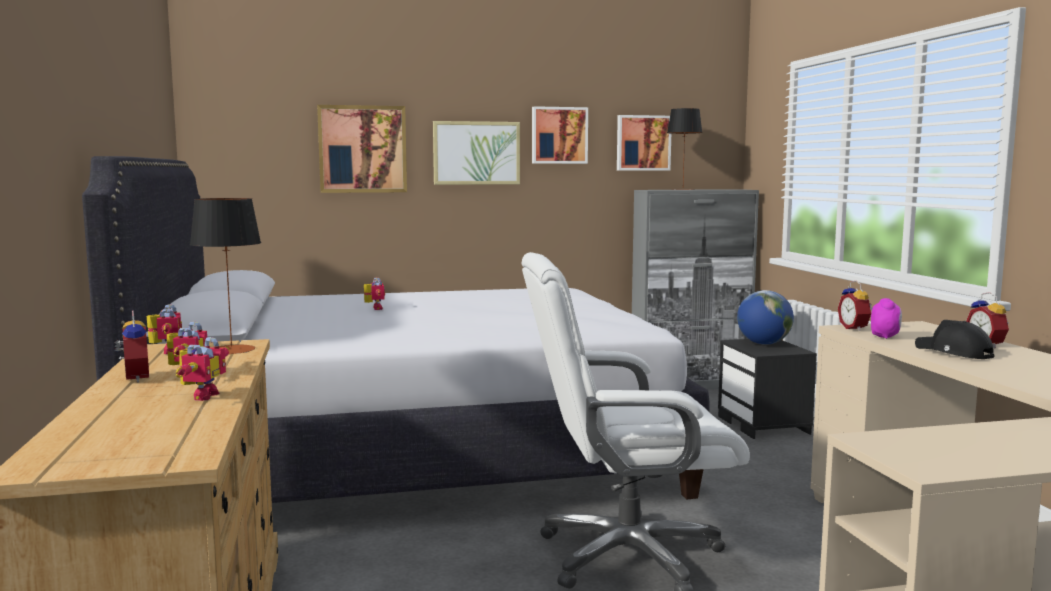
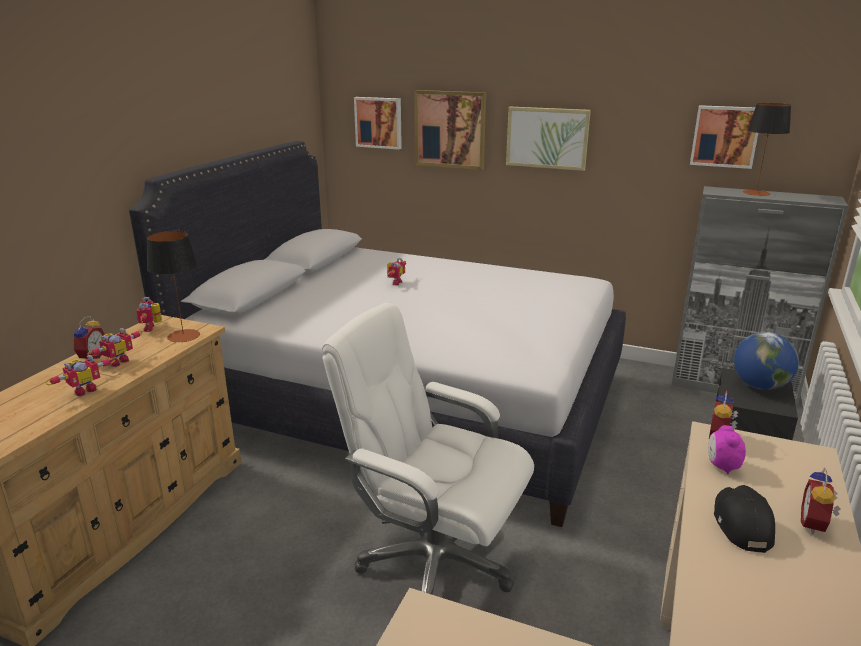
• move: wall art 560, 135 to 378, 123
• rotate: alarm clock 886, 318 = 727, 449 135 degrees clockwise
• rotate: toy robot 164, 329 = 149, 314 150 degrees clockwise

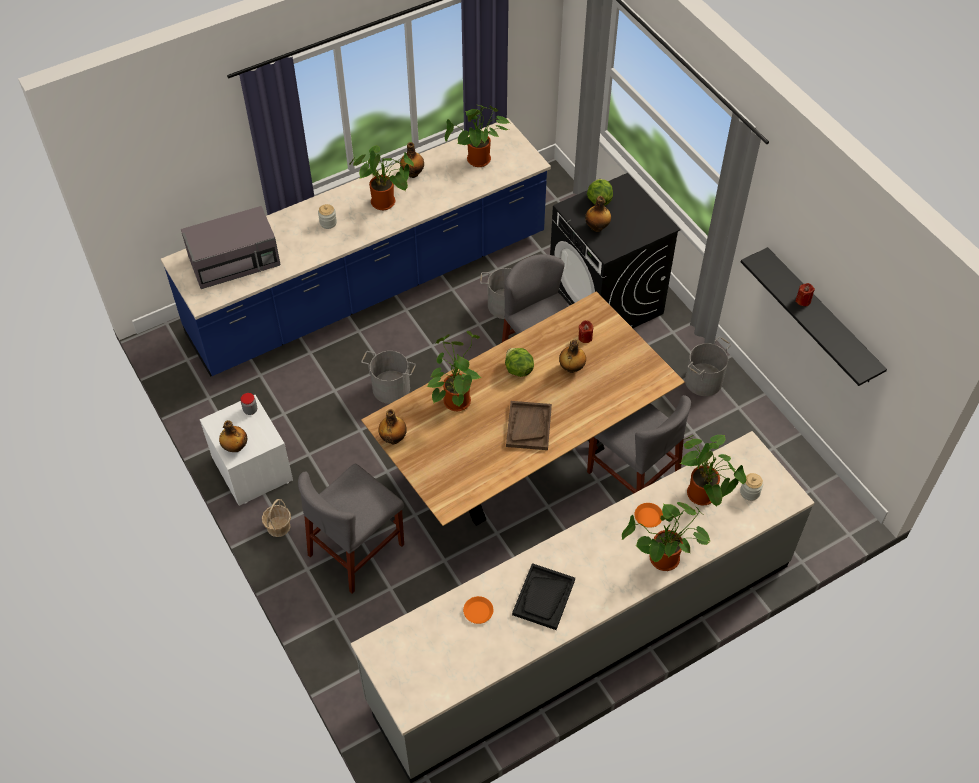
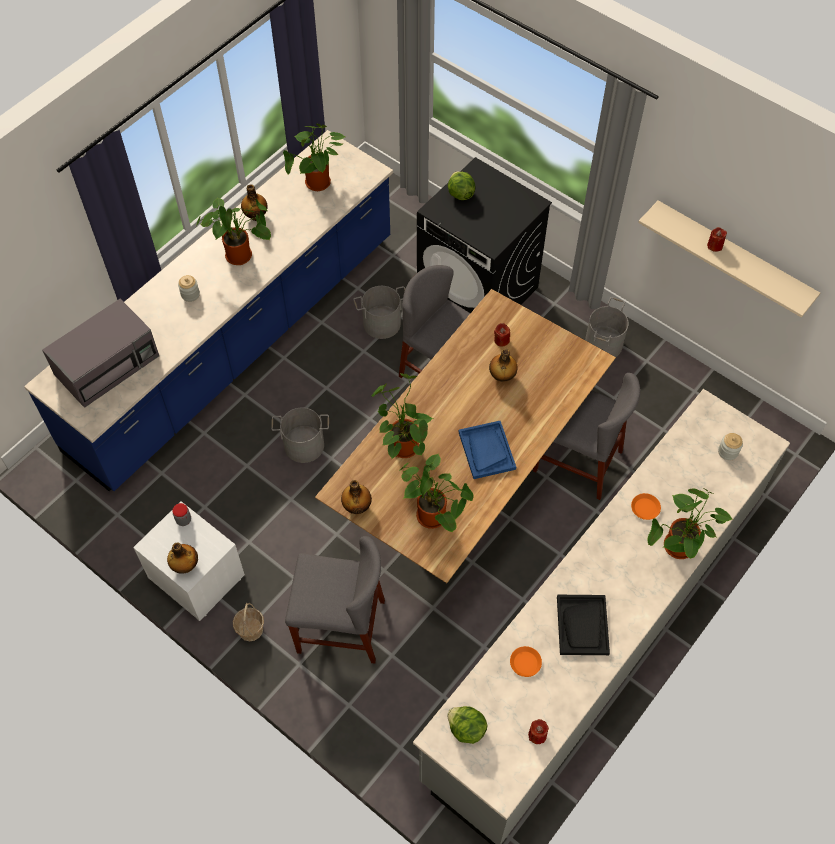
• delete: drink bottle 598, 214
• recolor: bracket shelf/black-coloured 814, 316 to bracket shelf/beige 729, 258
• move: head of lettuce 519, 362 to 467, 725
• recolor: tray/brown-coloured 529, 425 to tray/blue 487, 450
• move: houseplant 713, 470 to 436, 492
• rotate: chair/greyish 351, 528 = 335, 600 105 degrees counterclockwise
• insert: candle/red 538, 731

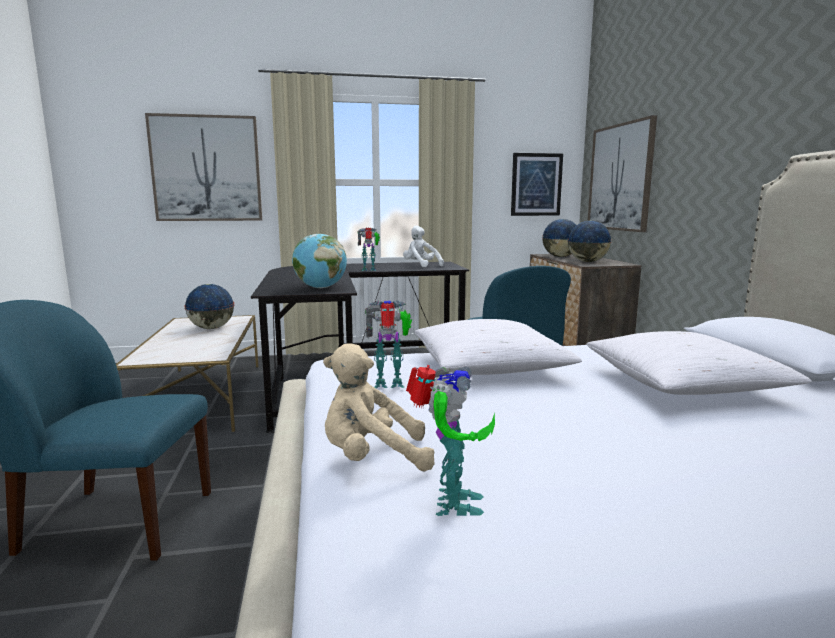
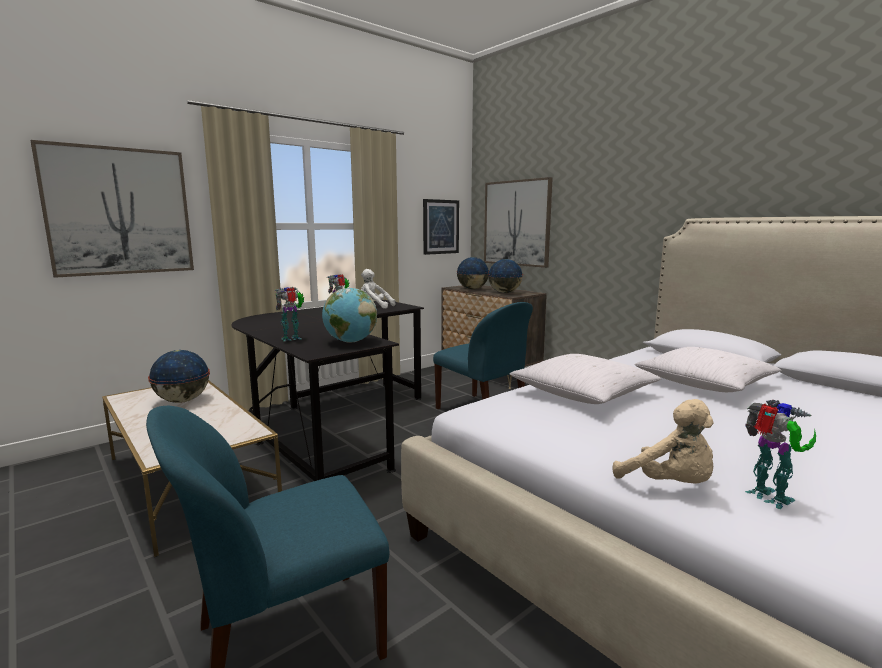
• move: toy robot 388, 344 to 289, 314
• rotate: soft toy/beige 379, 407 = 663, 441 90 degrees counterclockwise

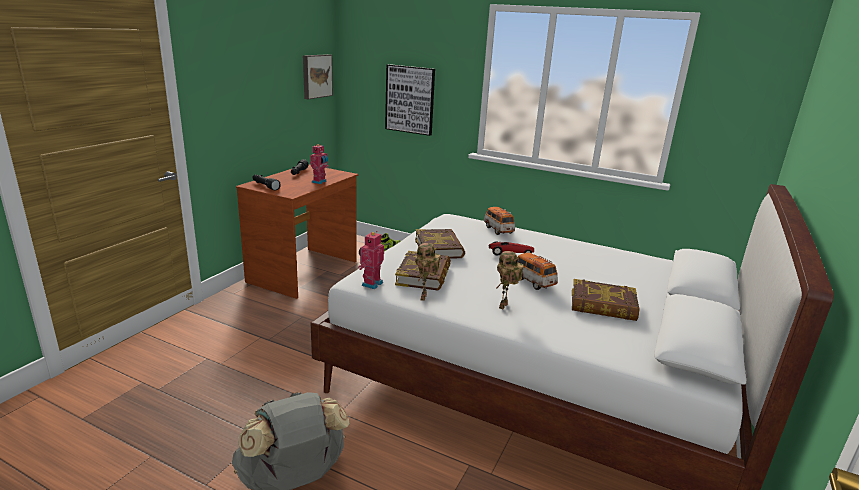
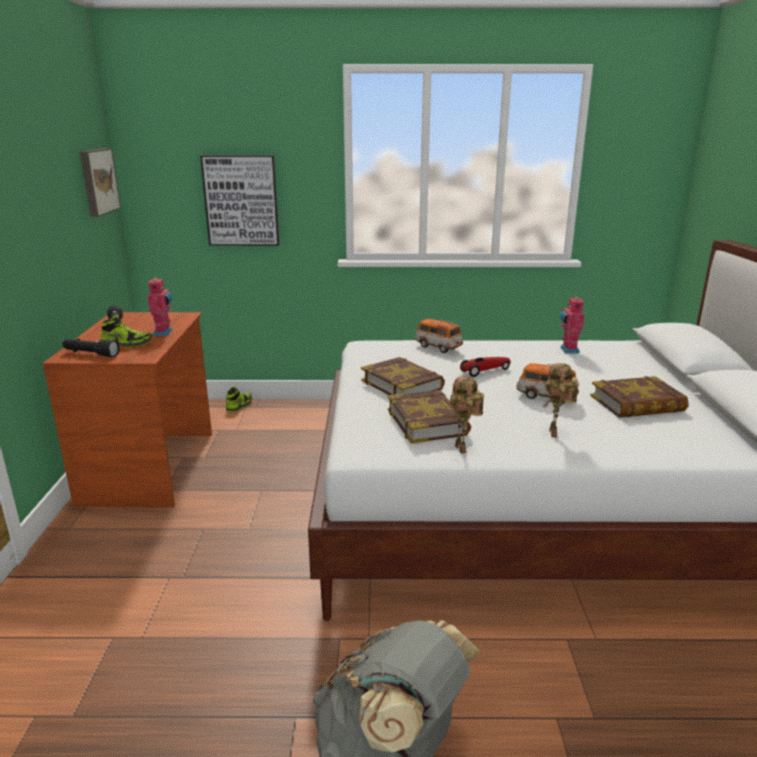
• move: toy robot 371, 260 to 572, 324
• insert: item of footwear 126, 331

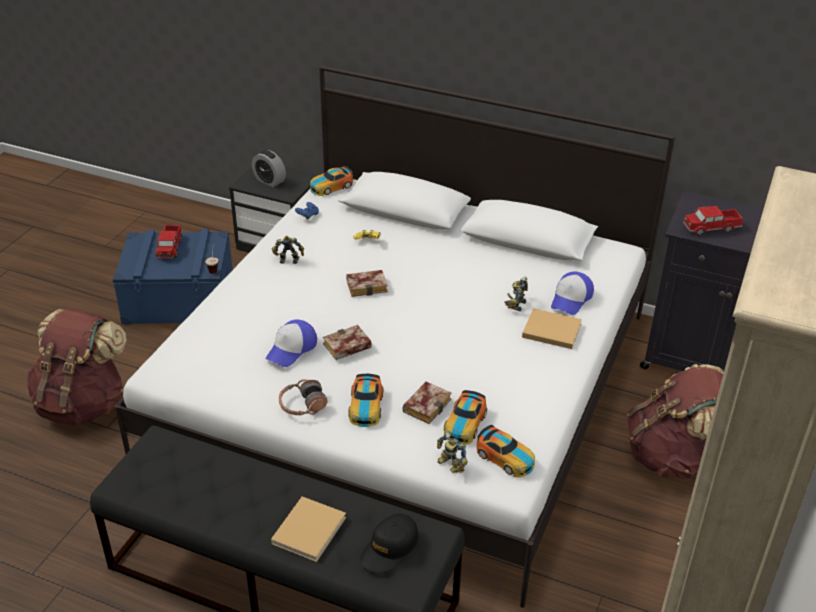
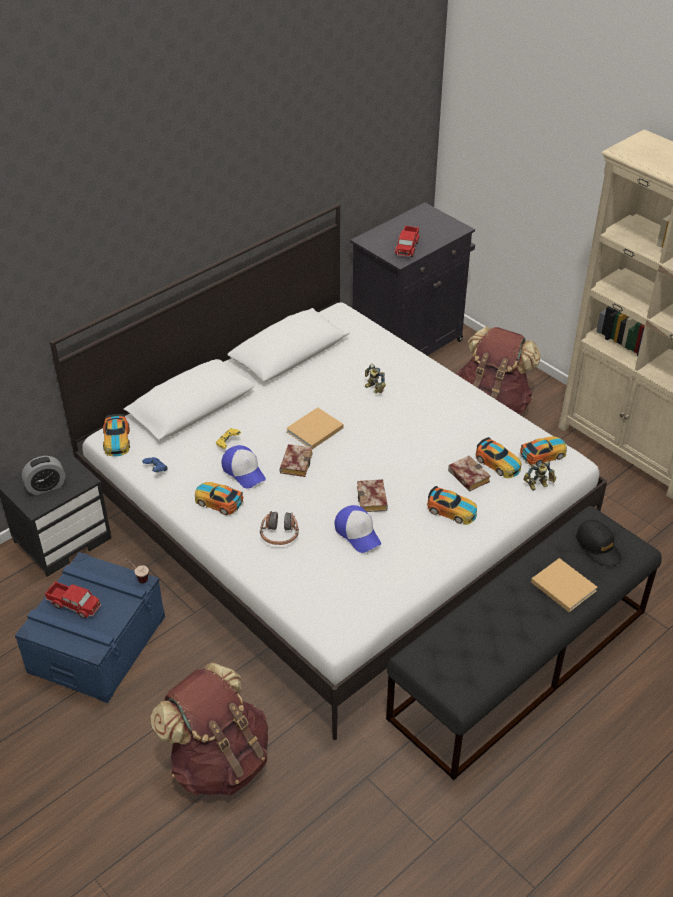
• replace: toy robot 288, 250 to model car 219, 498
• move: peaked cap 572, 293 to 243, 467
• move: bound book/beige 552, 328 to 315, 428
• move: pair of headphones 303, 397 to 279, 528

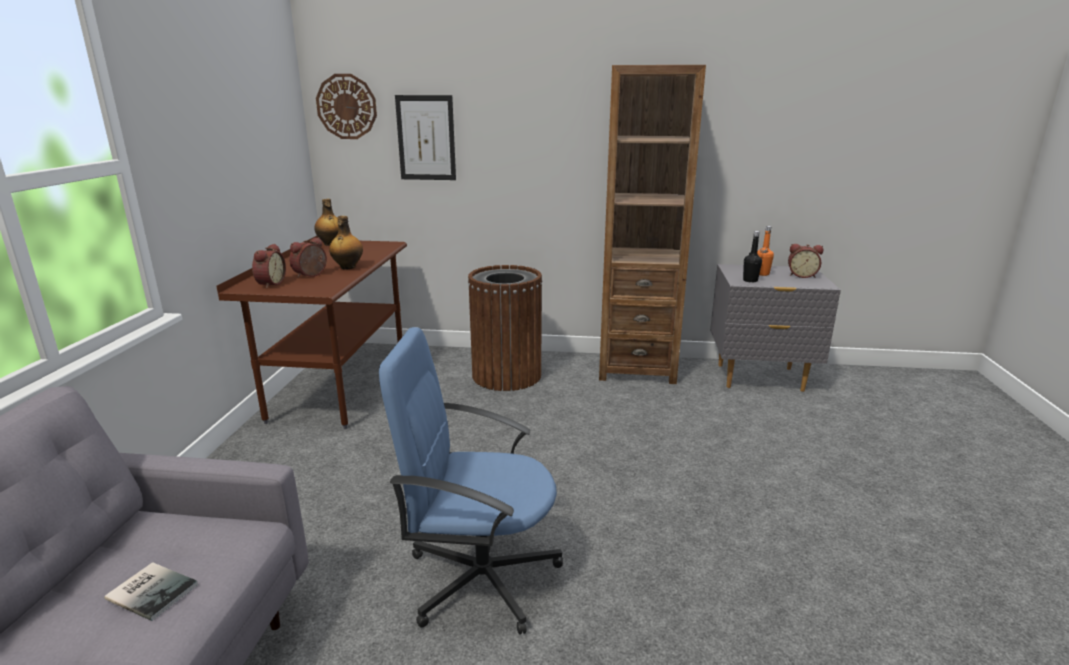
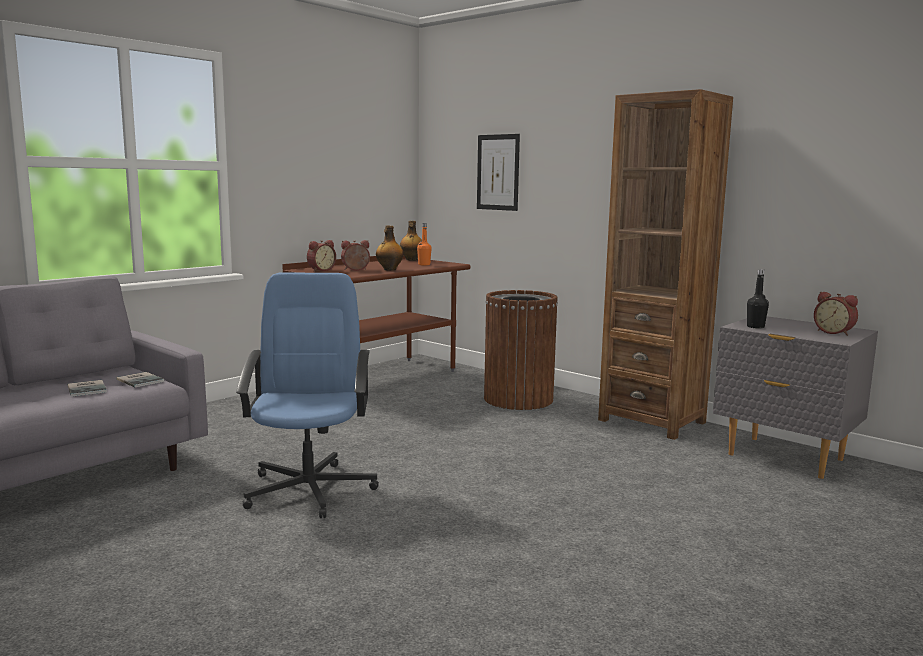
• delete: wall clock 346, 106
• move: drink bottle/orange-coloured 765, 251 to 424, 244
• rotate: desk chair/blue 471, 481 = 307, 395 45 degrees clockwise
• insert: bound book 140, 379

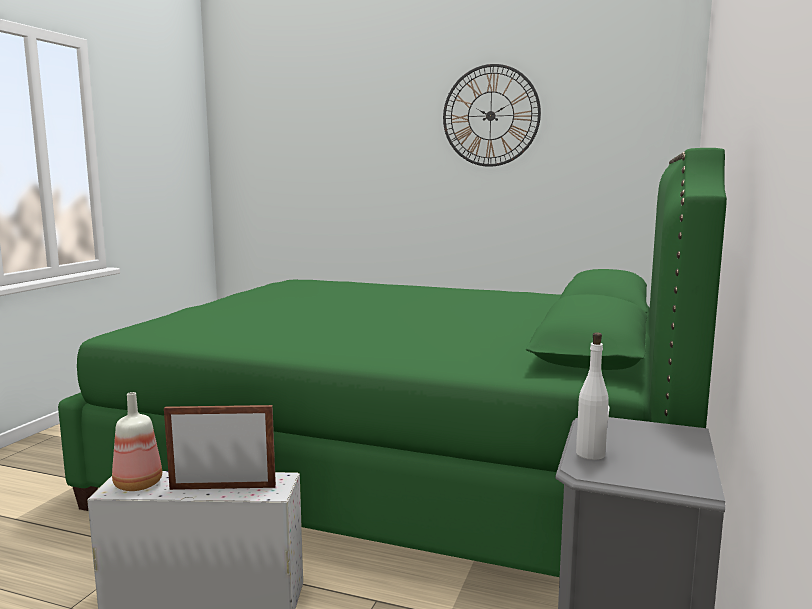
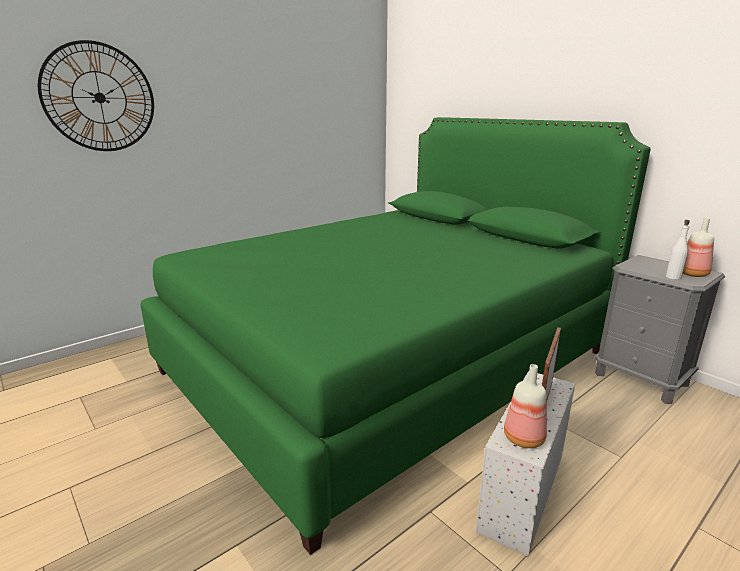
• move: wall clock 492, 115 to 96, 95
• insert: drink bottle 698, 247

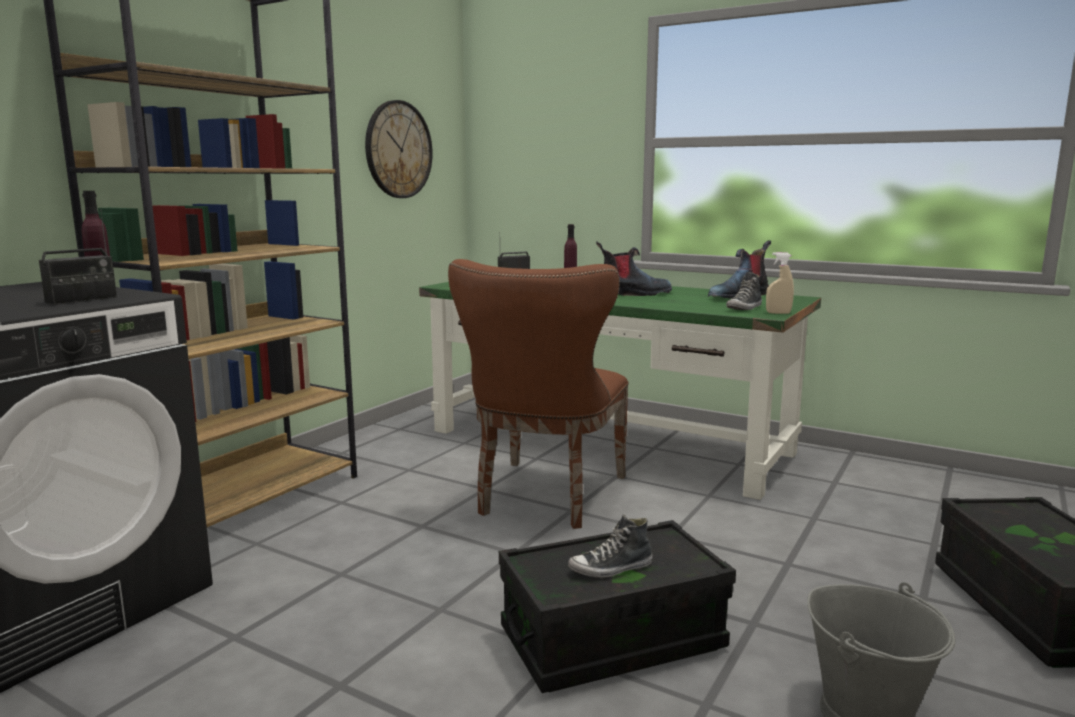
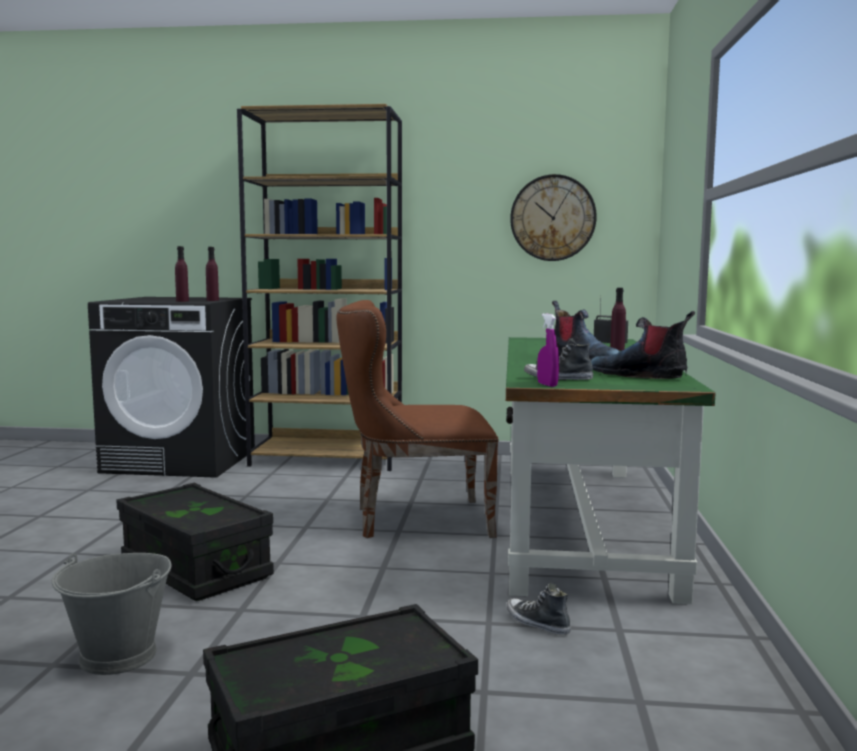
• replace: radio 78, 257 to drink bottle/purple-coloured 182, 274
• recolor: hand sprayer/beige 780, 283 to hand sprayer/purple-coloured 548, 350
• move: item of footwear 610, 546 to 539, 609

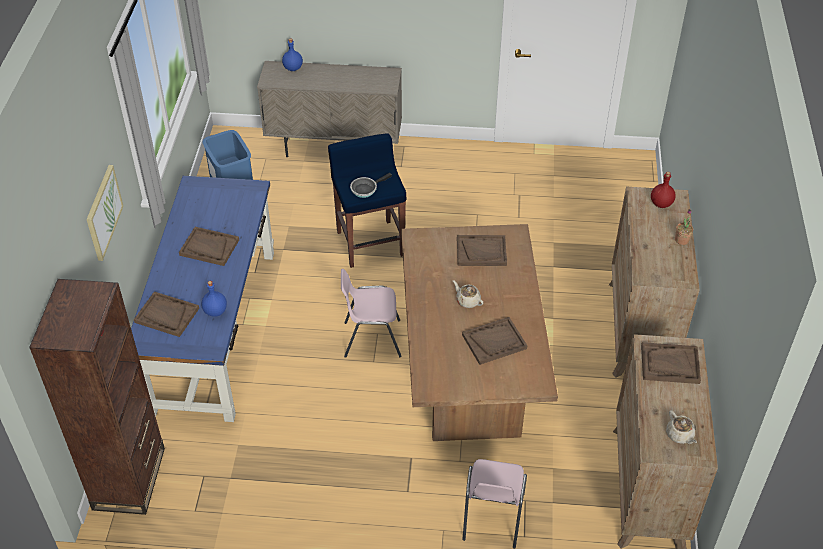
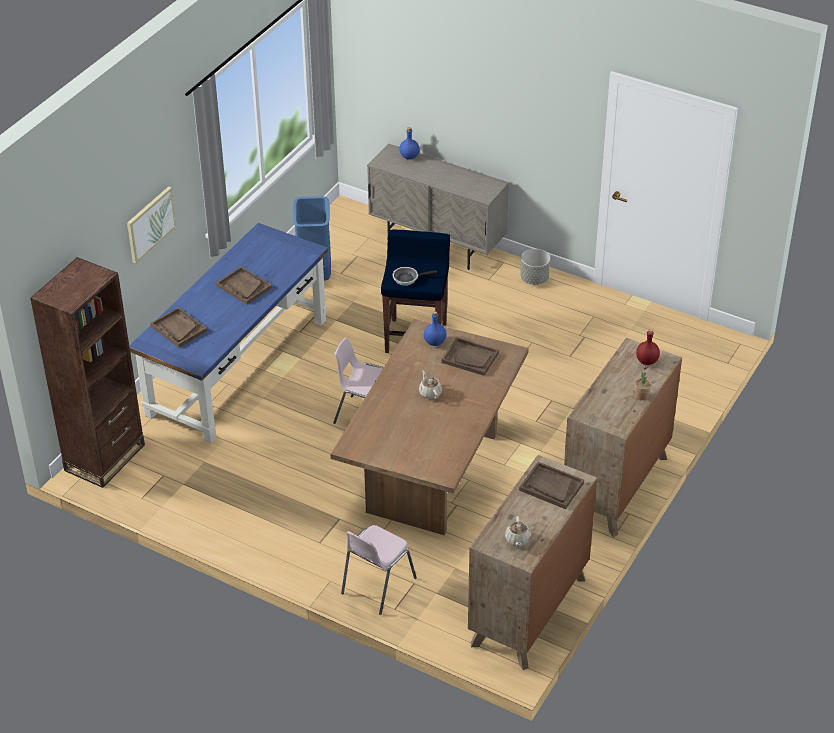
• move: drink bottle/blue 214, 299 to 435, 328
• delete: tray/brown-coloured 494, 341
• insert: plant pot/greyish 535, 267

